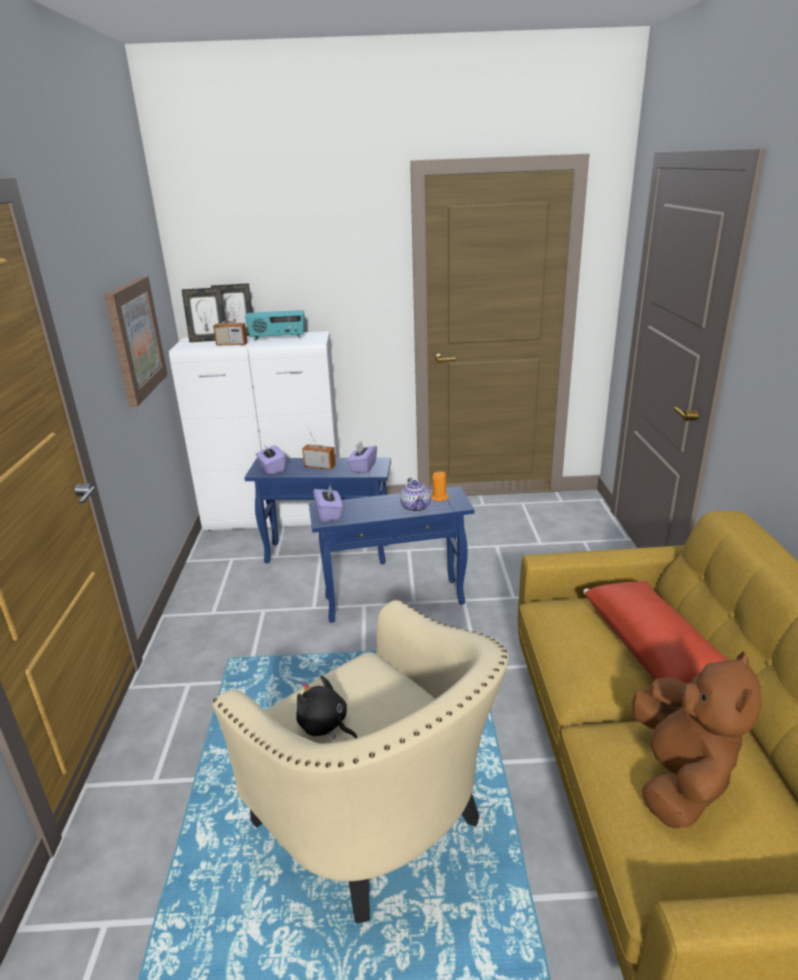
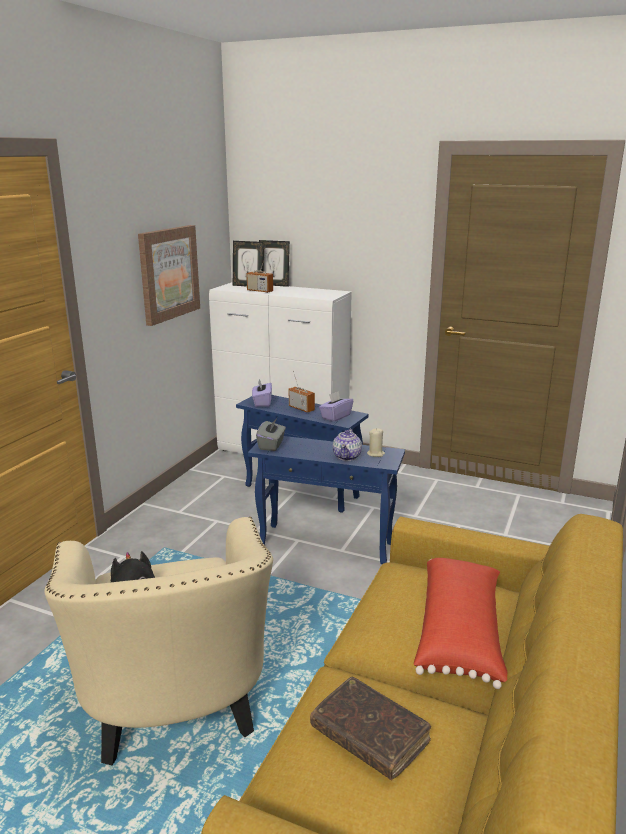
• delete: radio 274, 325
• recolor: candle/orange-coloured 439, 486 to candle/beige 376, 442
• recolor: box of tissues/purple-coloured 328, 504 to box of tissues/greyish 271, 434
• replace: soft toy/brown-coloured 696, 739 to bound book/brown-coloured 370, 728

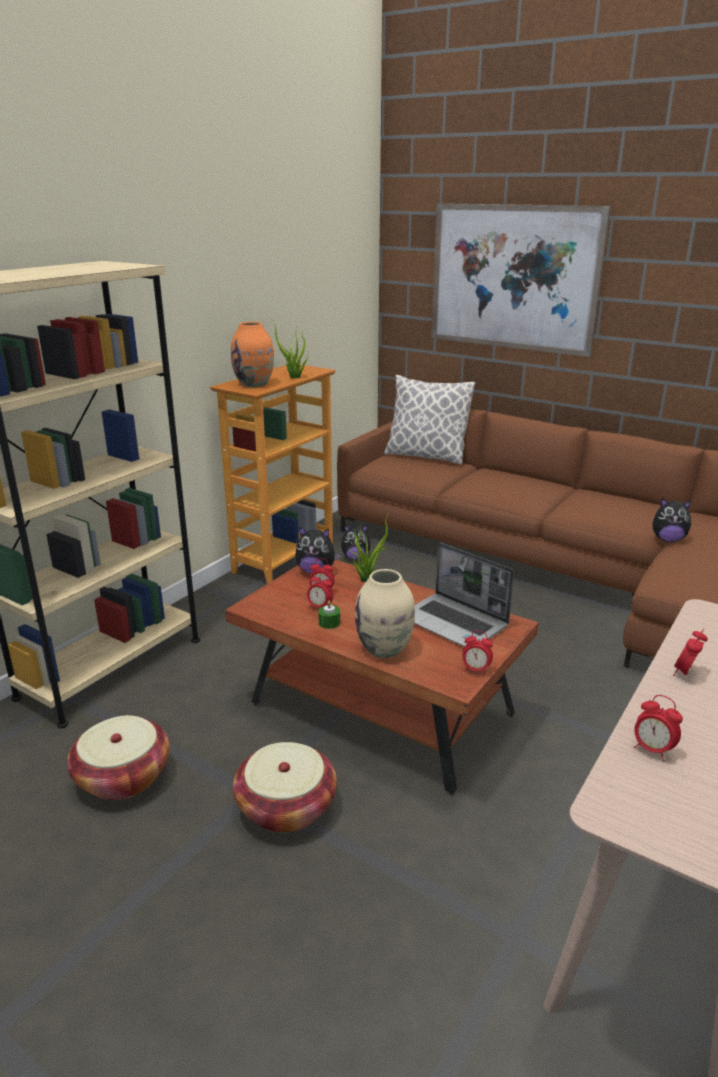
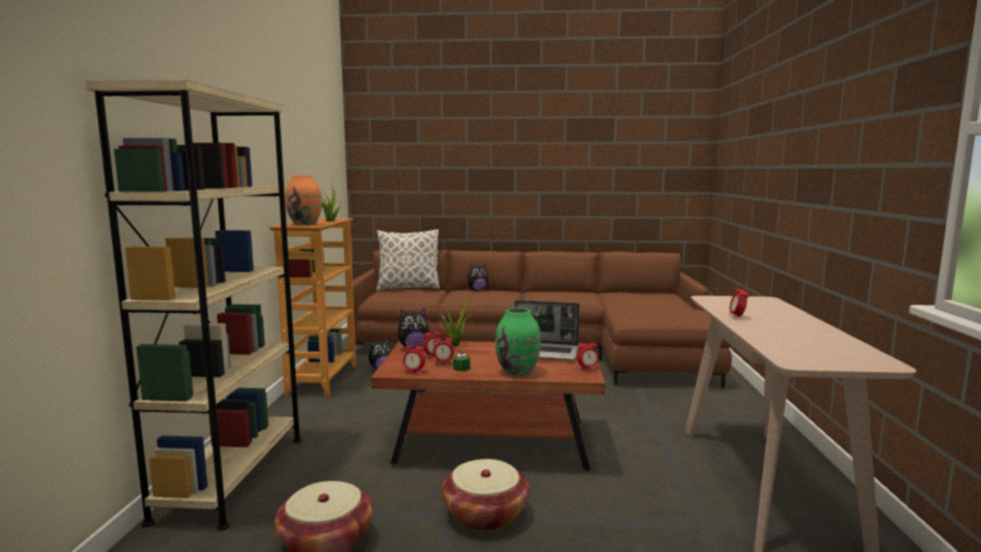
• delete: wall art 521, 280
• move: soft toy 672, 520 to 478, 277
• recolor: vase/beige 385, 613 to vase/green 518, 342
• move: alarm clock 658, 728 to 414, 357

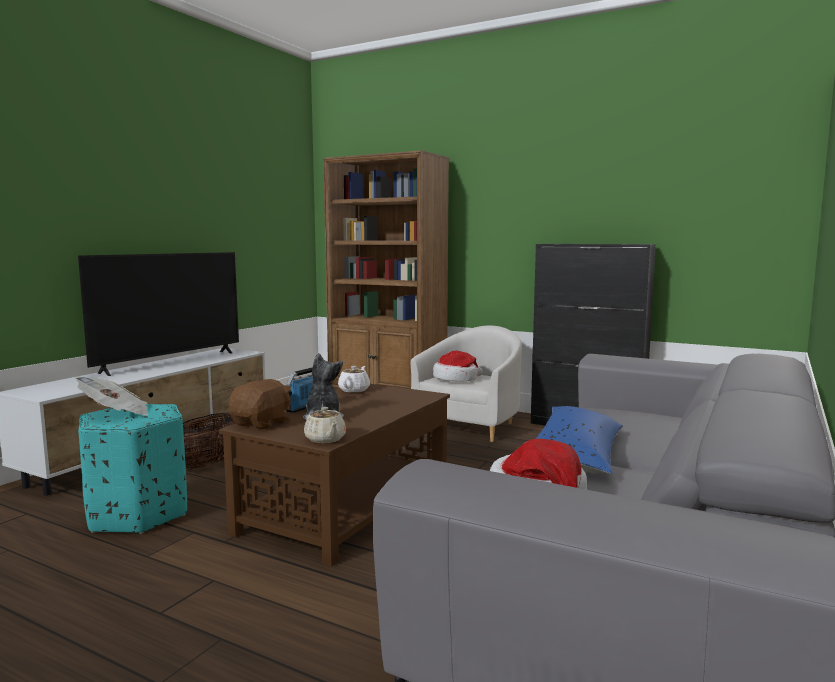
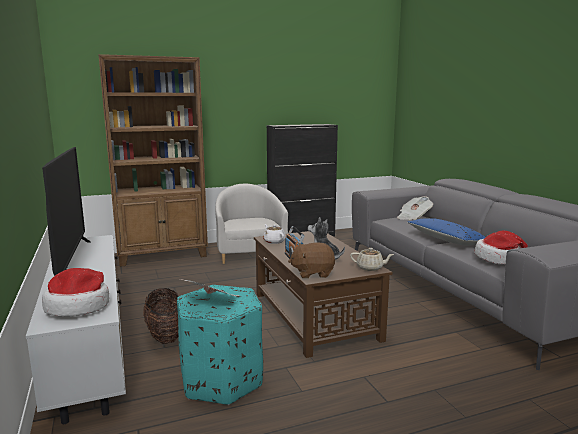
• move: clothing hat 458, 366 to 75, 292
• rotate: soft toy/brown-coloured 260, 404 = 311, 260 75 degrees counterclockwise
• insert: newspaper 415, 208

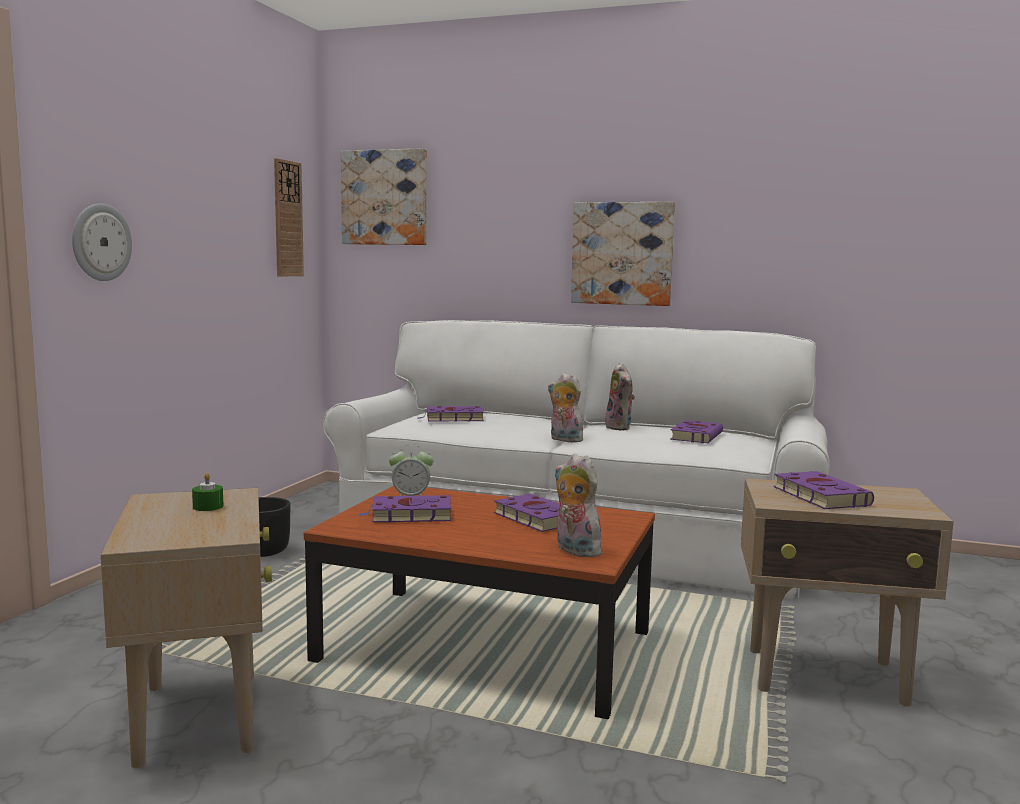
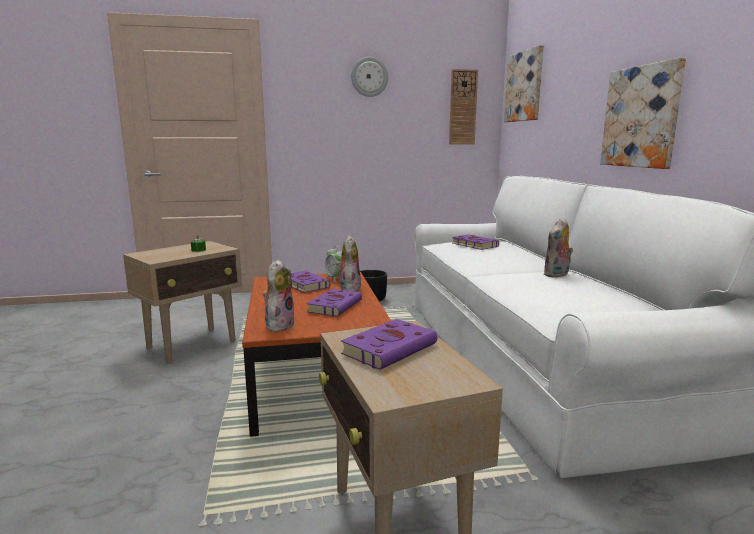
• move: wall clock 102, 242 to 369, 77
• move: soft toy 565, 408 to 348, 263
• delete: bound book/purple-coloured 696, 431

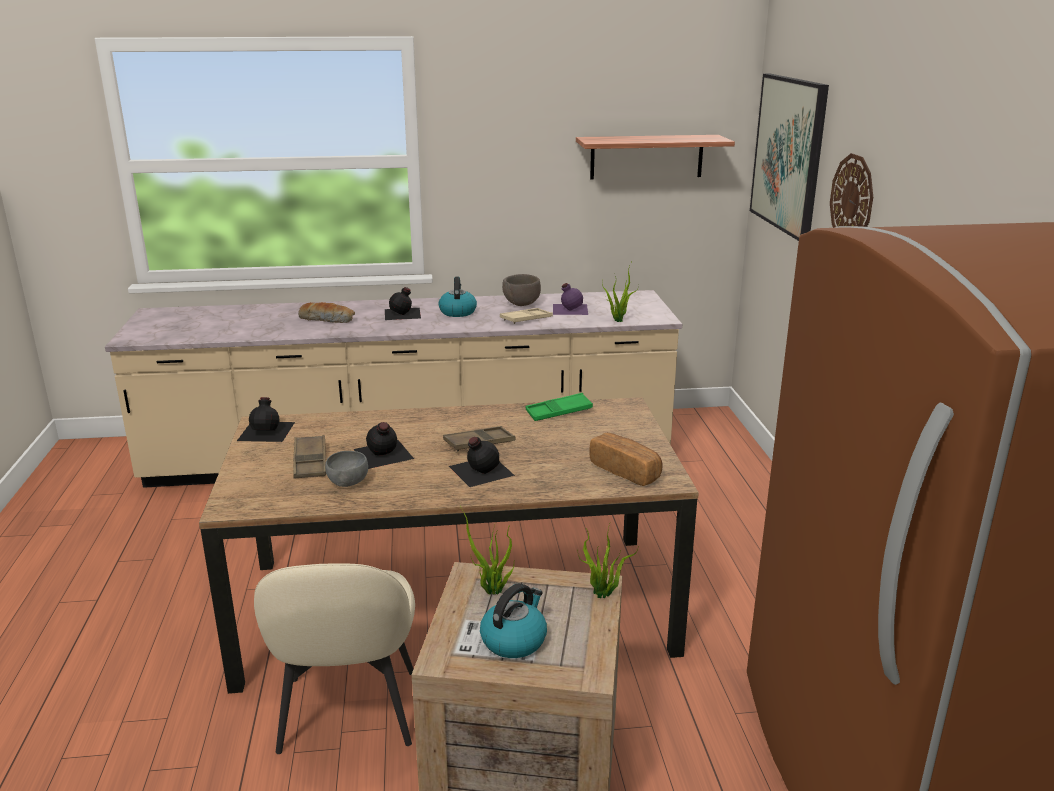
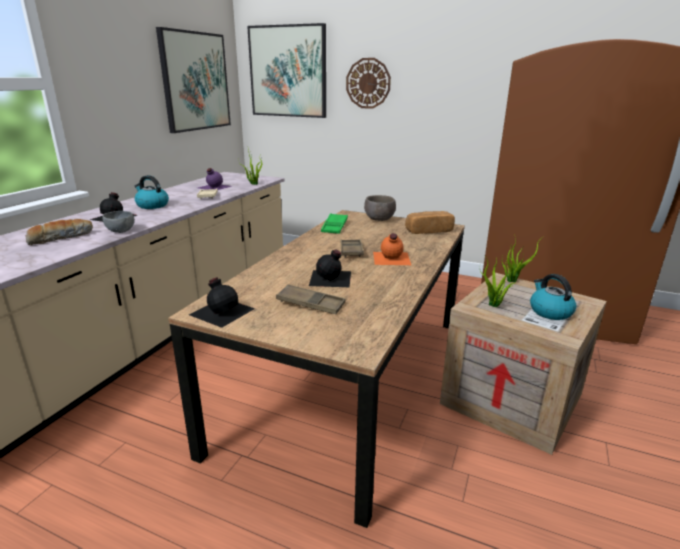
• replace: bracket shelf 655, 157 to wall art 193, 80
• move: bowl/brown-coloured 521, 290 to 380, 208
• recolor: drink bottle/black-coloured 482, 462 to drink bottle/orange-coloured 392, 249
• move: bowl/greyish 346, 469 to 118, 222
• delete: chair/beige 334, 659

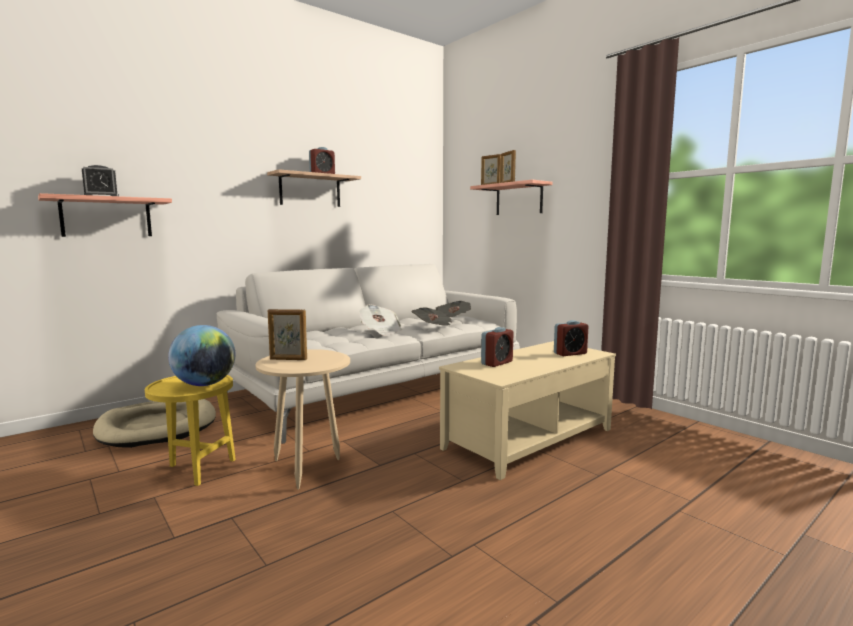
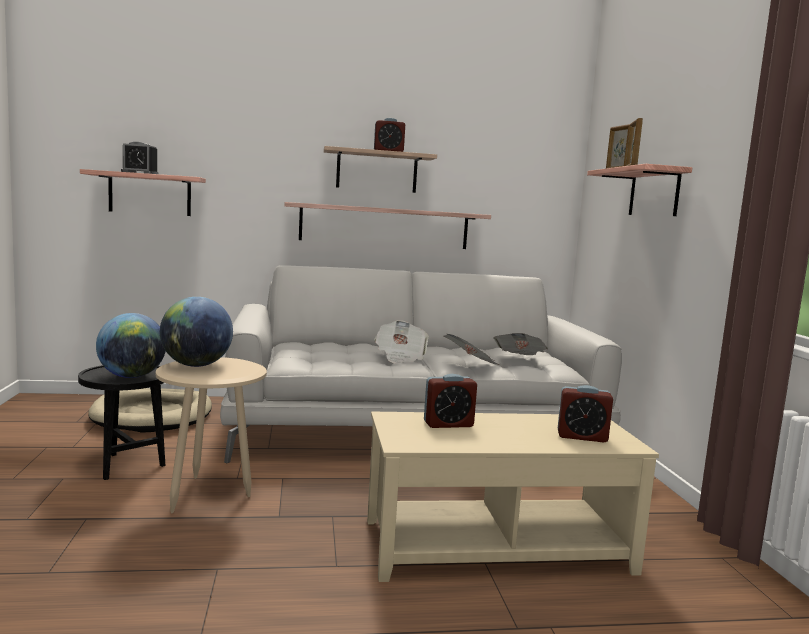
• replace: photo frame 287, 334 to world globe 196, 332
• recolor: accent table/yellow 190, 430 to accent table/black-coloured 122, 422
• insert: bracket shelf 387, 225

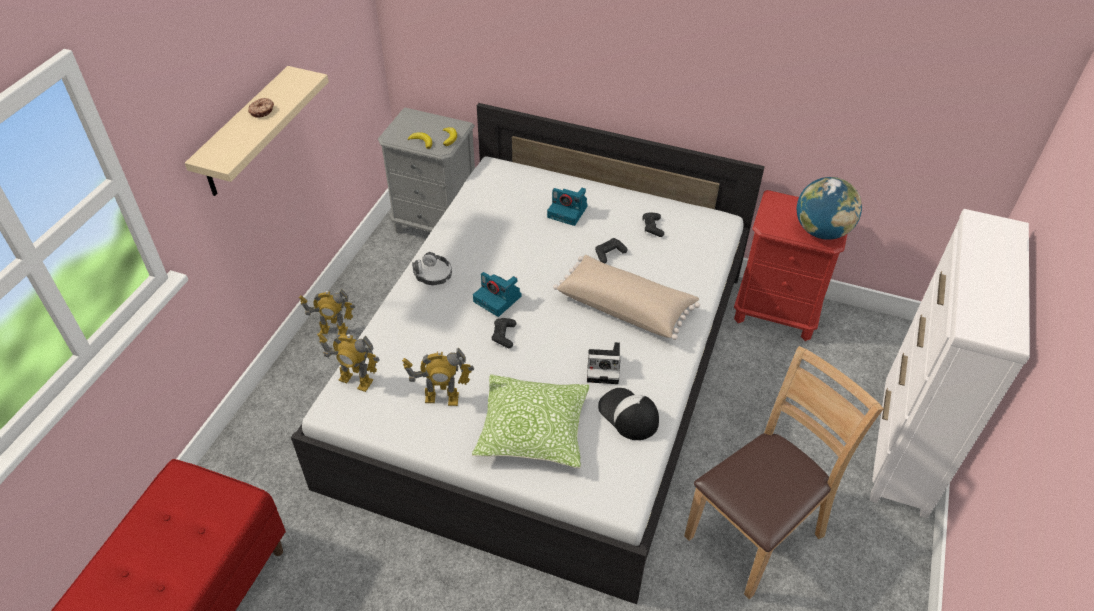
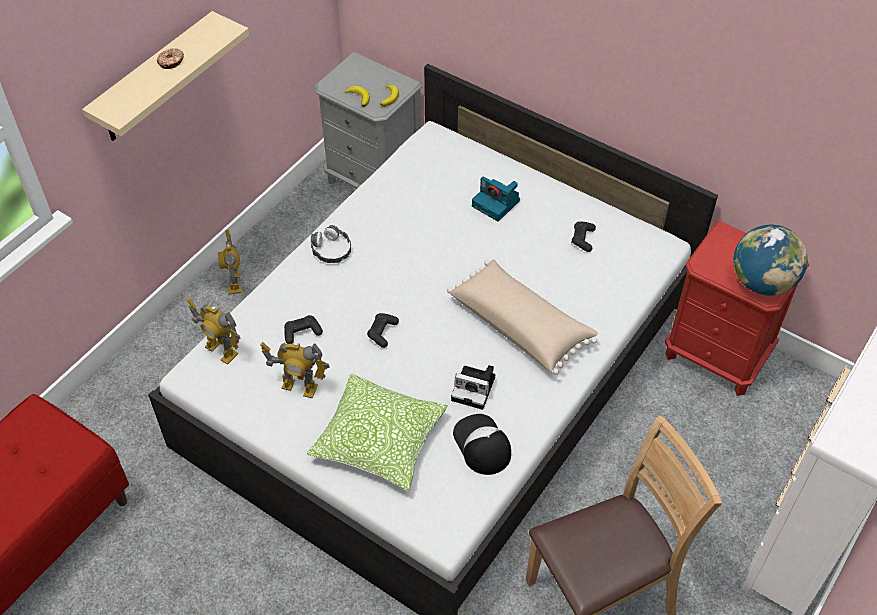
• move: game controller/black-coloured 611, 250 to 303, 329
• delete: still camera 497, 294
• rotate: toy robot 327, 311 = 230, 262 60 degrees clockwise

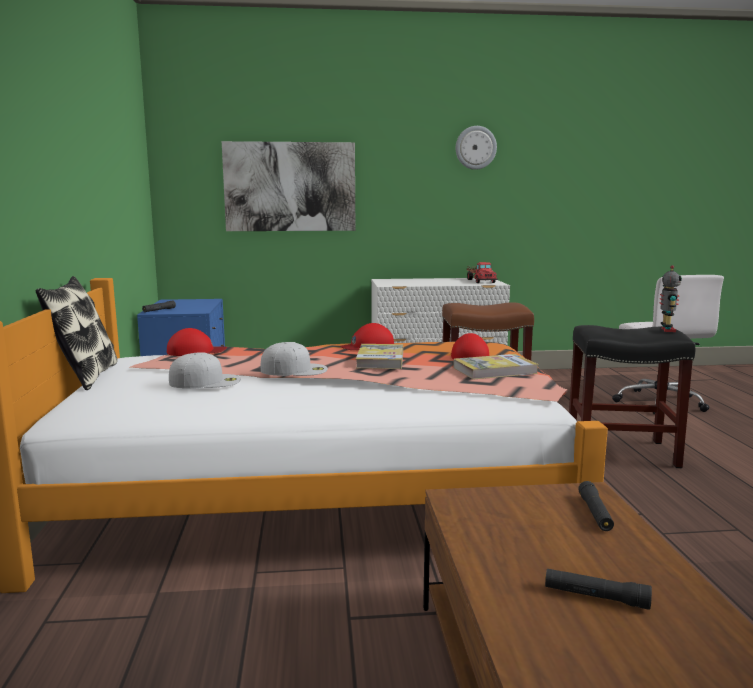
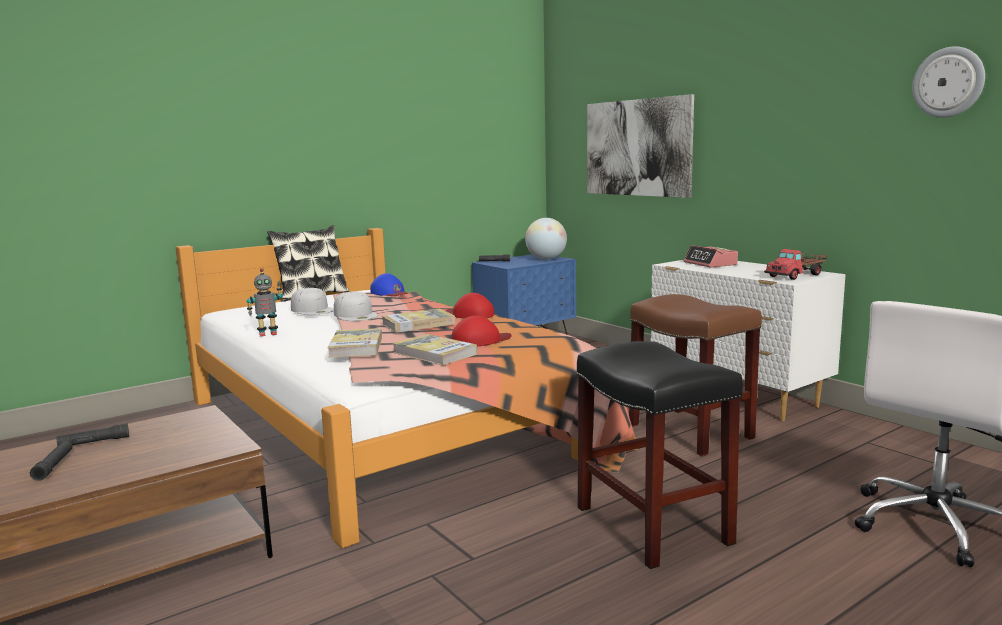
• move: wall clock 476, 148 to 948, 82
• move: toy robot 670, 298 to 264, 302
• recolor: peaked cap/red 197, 342 to peaked cap/blue 389, 284
• move: flashlight/black-coloured 596, 506 to 93, 434
• insert: world globe 546, 239
• insert: alarm clock 710, 256
• insert: bound book 354, 343

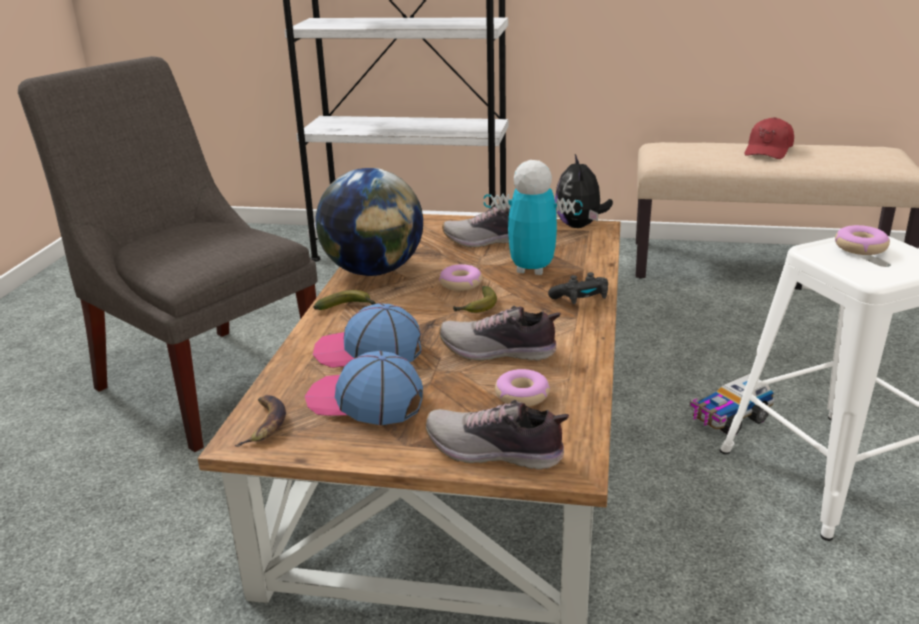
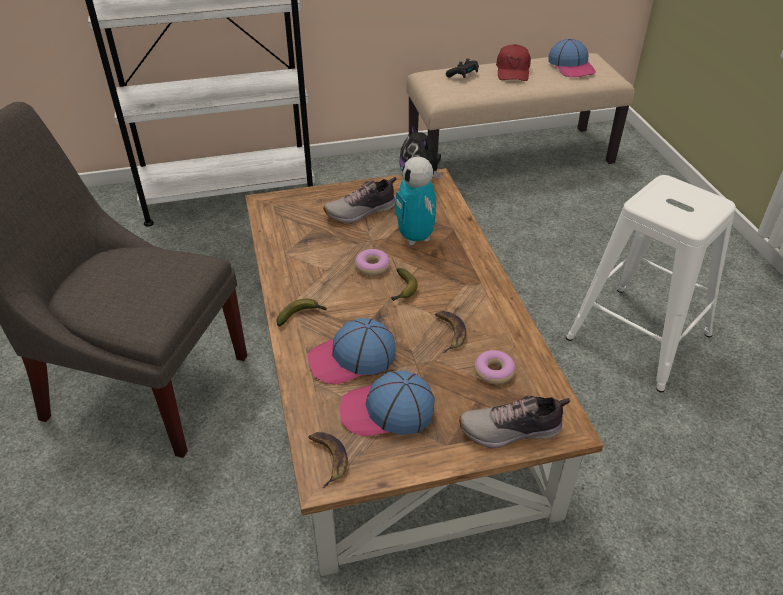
• rotate: toy robot 532, 217 = 415, 201 105 degrees counterclockwise
• delete: world globe 369, 222
• delete: doughnut 862, 240
• move: game controller/black-coloured 578, 288 to 462, 68
• replace: item of footwear 500, 333 to banana fruit 450, 332
• delete: toy truck 732, 404
• insert: peaked cap 572, 57

